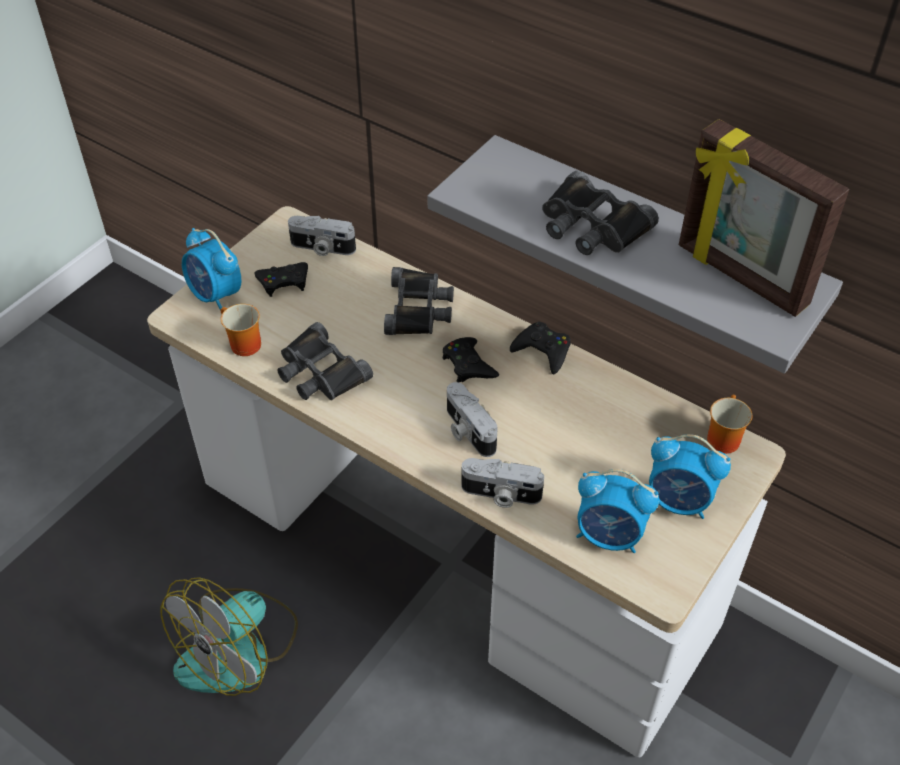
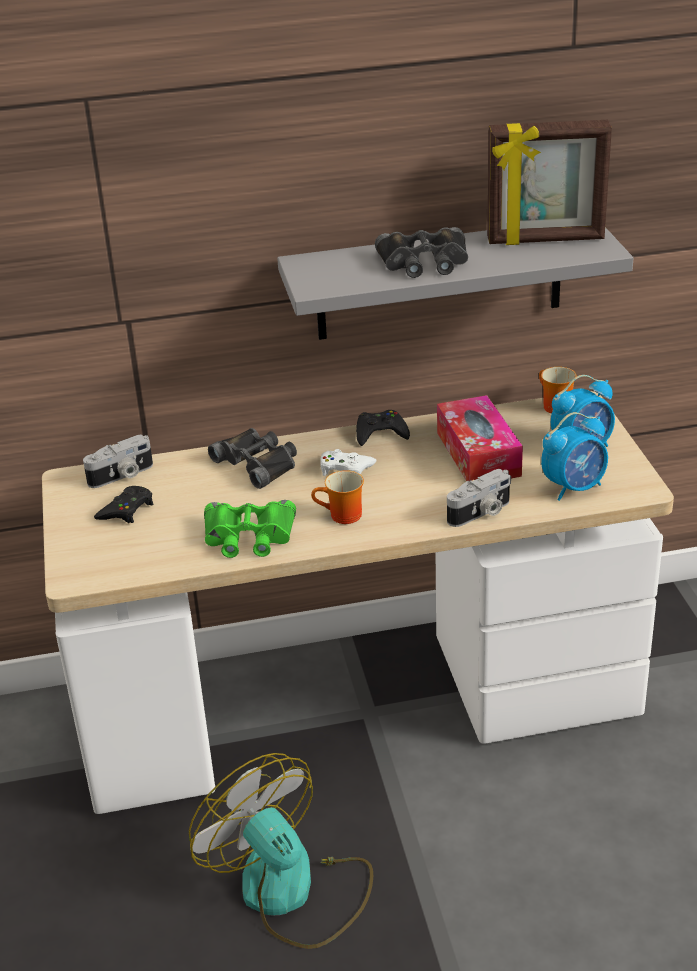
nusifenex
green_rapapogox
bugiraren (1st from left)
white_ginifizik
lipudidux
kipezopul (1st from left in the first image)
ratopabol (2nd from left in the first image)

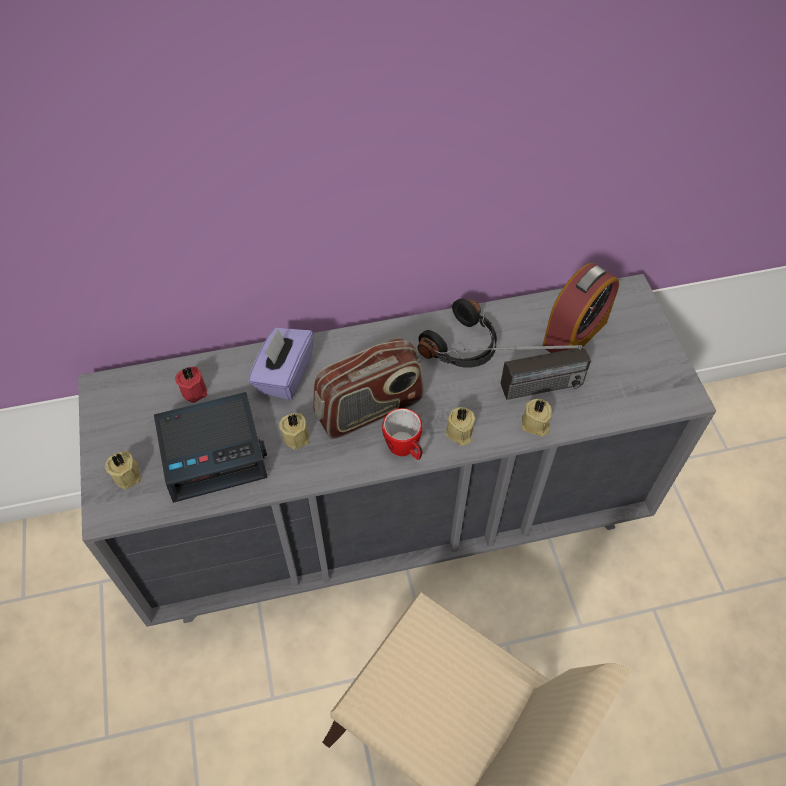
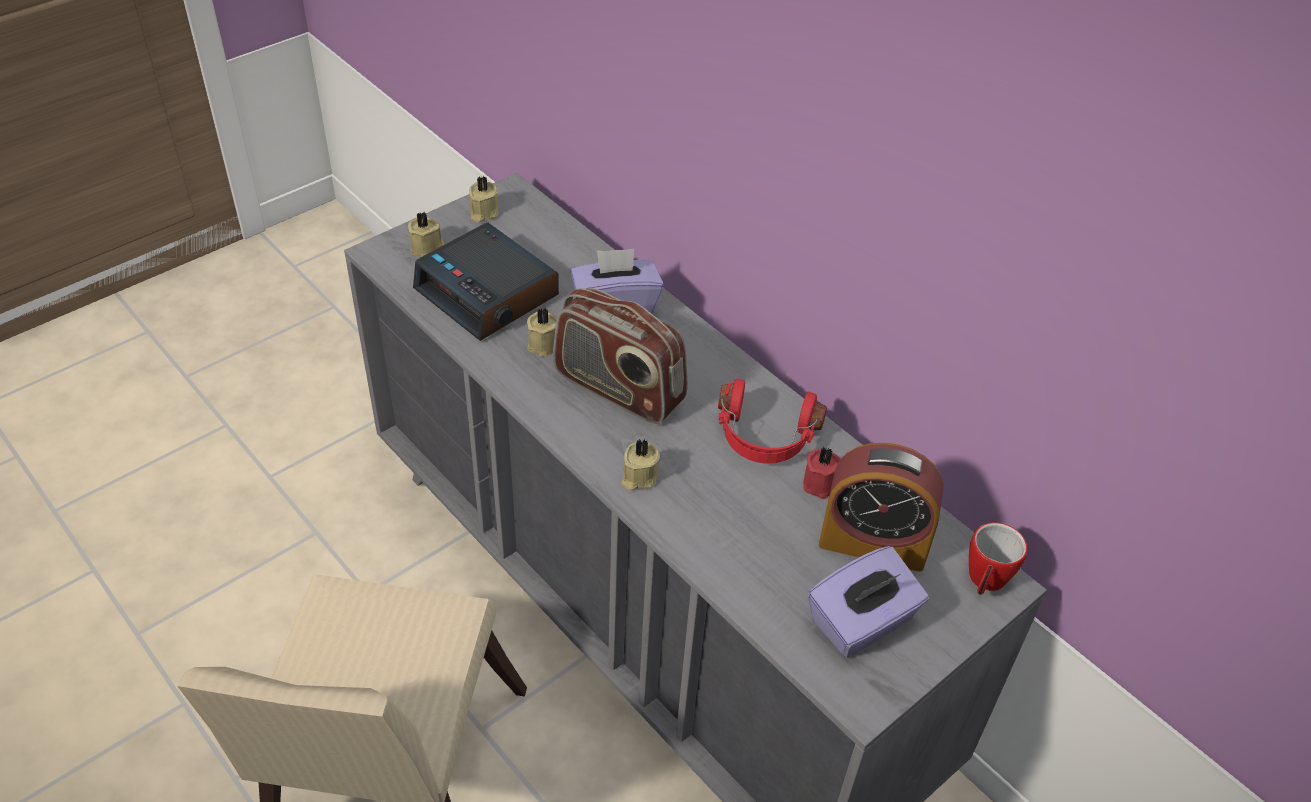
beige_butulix (2nd from left)
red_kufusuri
red_butulix
purple_lipudidux (2nd from left)
bugiraren
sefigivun (2nd from left in the first image)

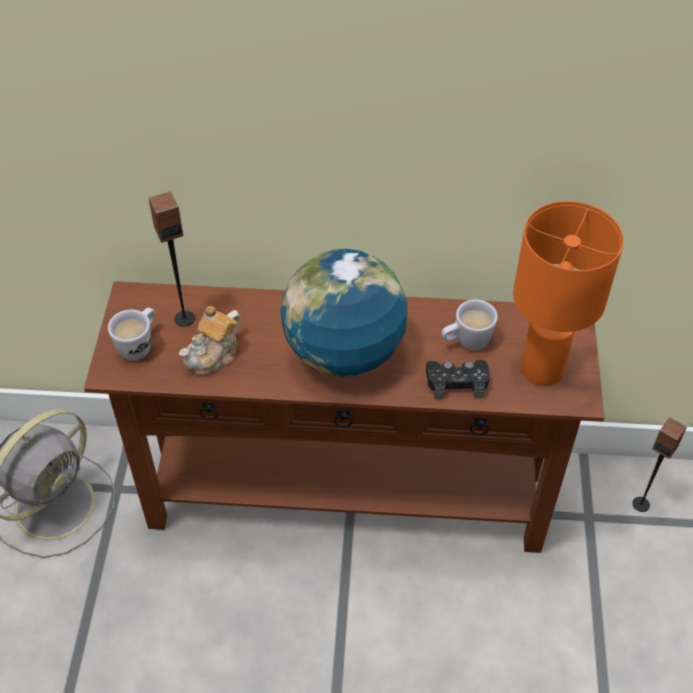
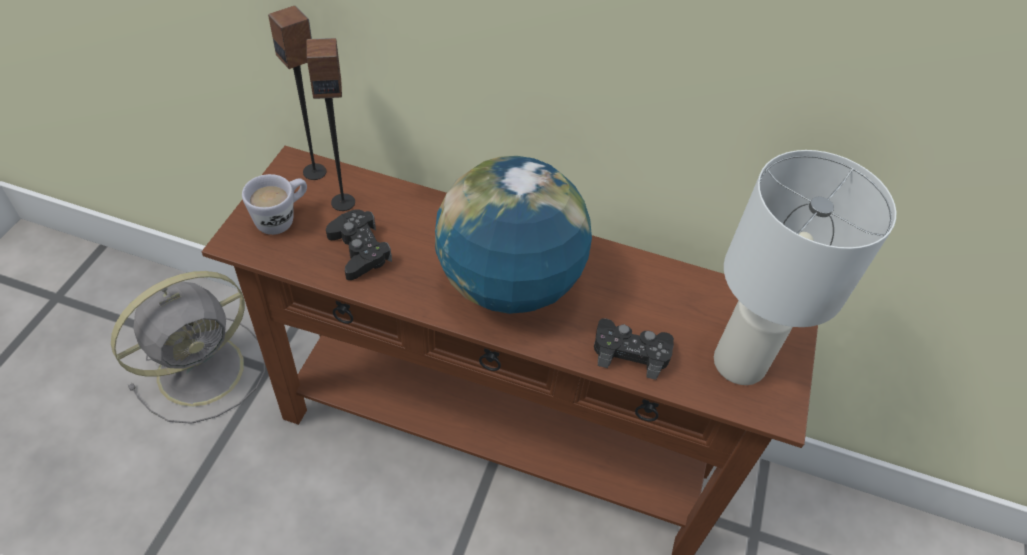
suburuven (1st from left)
black_ginifizik (1st from left)
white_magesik
white_bugiraren (2nd from left in the first image)

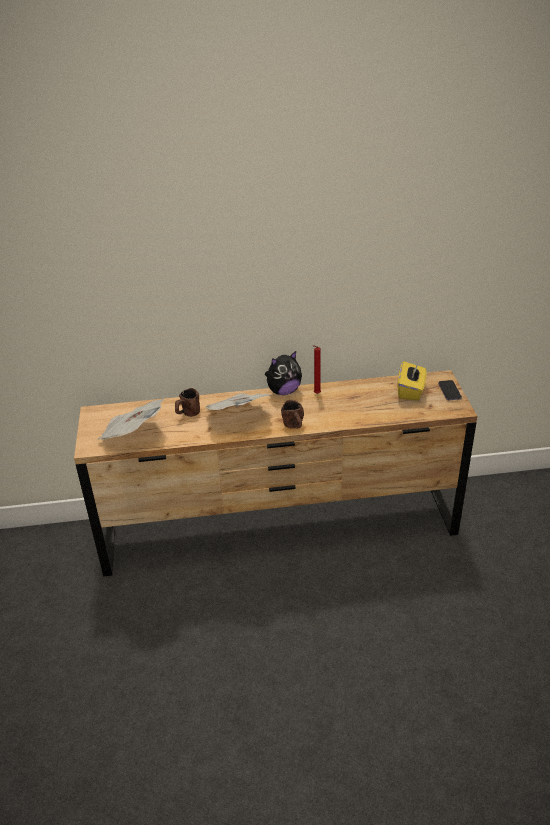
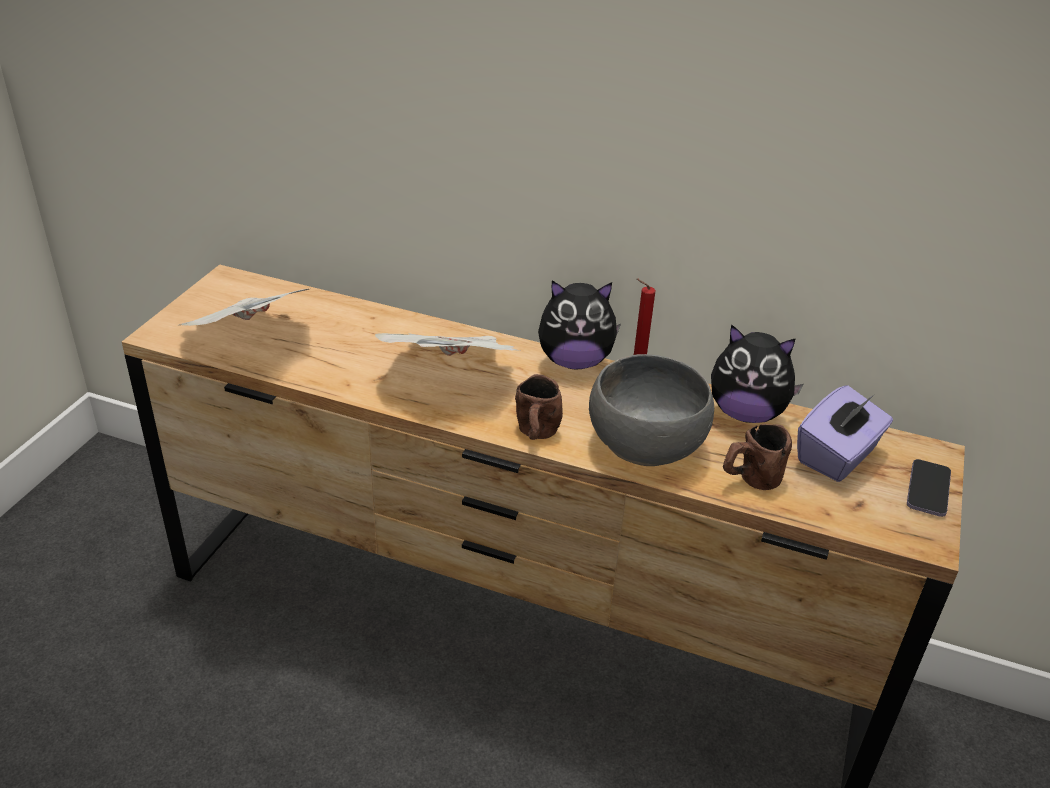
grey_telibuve
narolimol (2nd from left)
brown_bugiraren (2nd from left)
purple_lipudidux

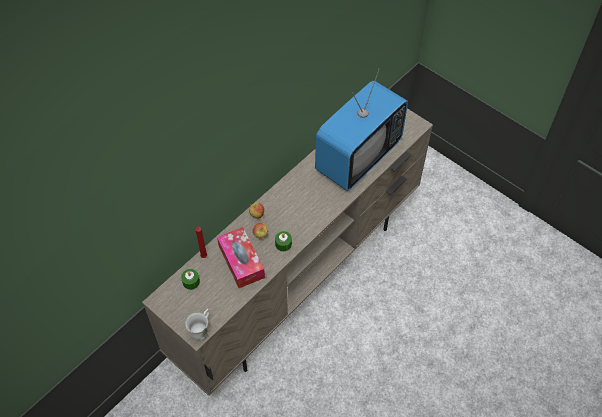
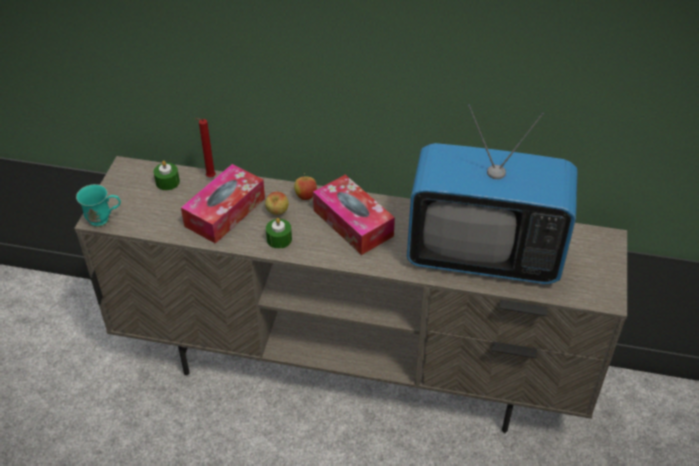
turquoise_bugiraren
lipudidux (2nd from left)

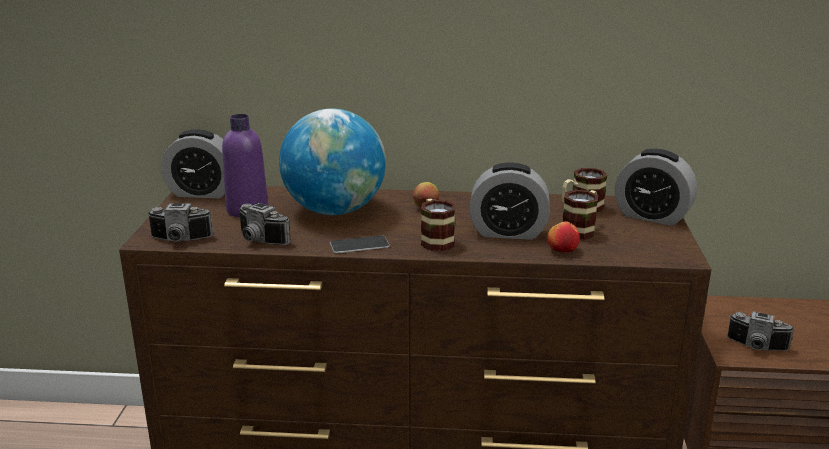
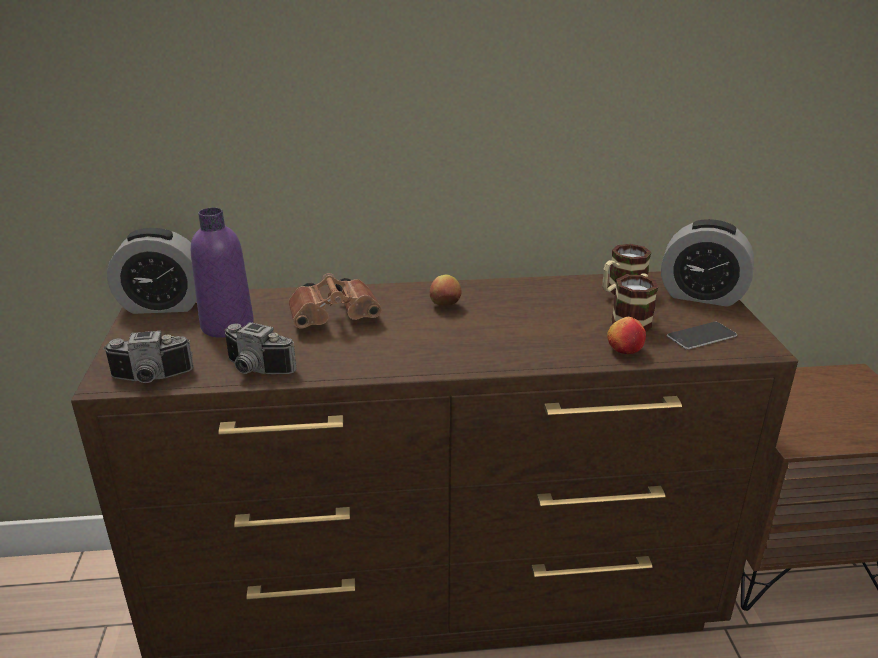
brown_rapapogox
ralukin
bugiraren (1st from left in the first image)
kipezopul (2nd from left in the first image)
ratopabol (3rd from left in the first image)

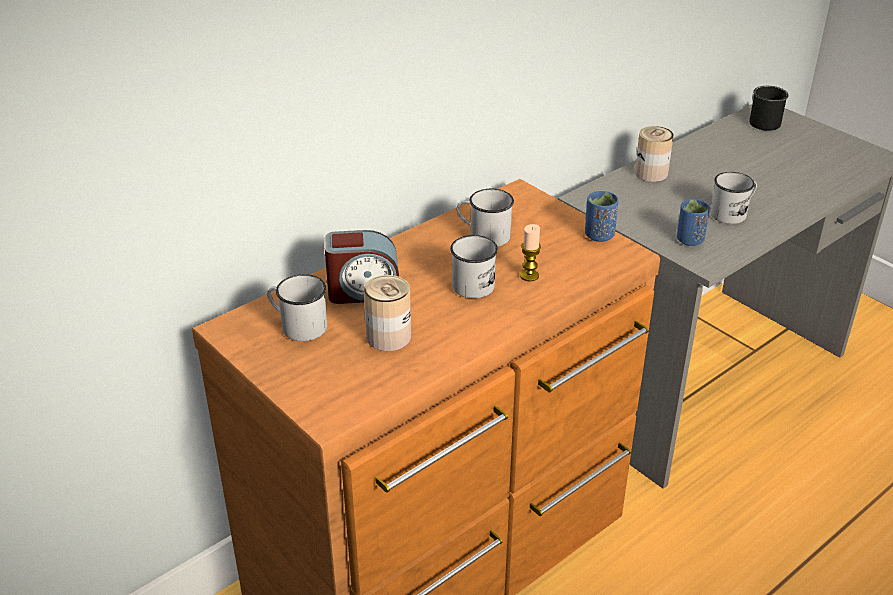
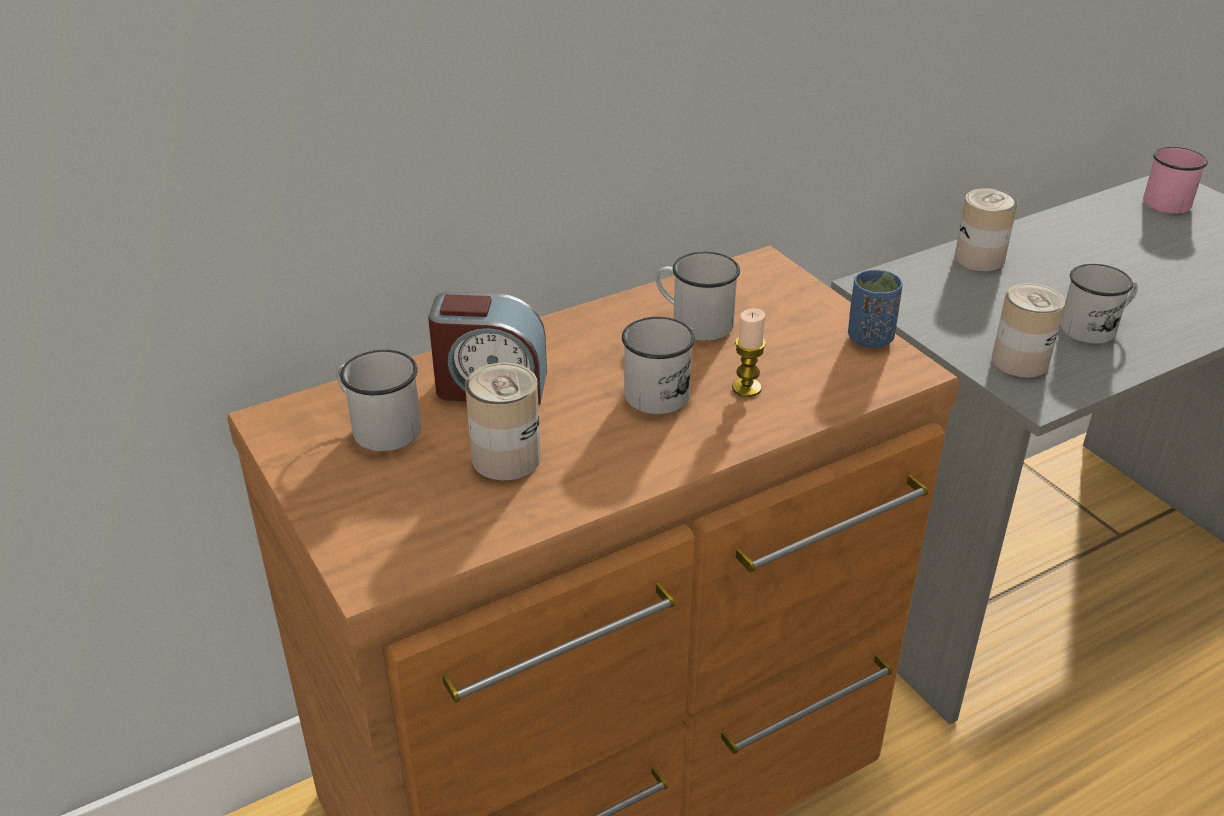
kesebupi (3rd from left)
pink_bugiraren

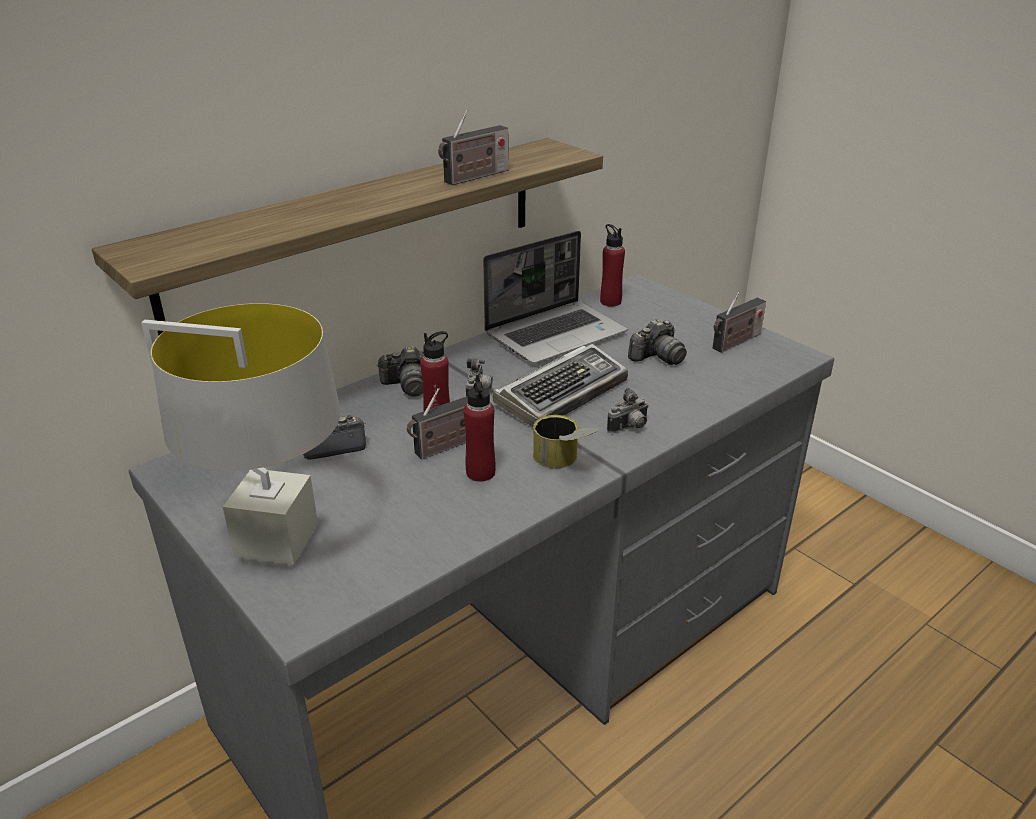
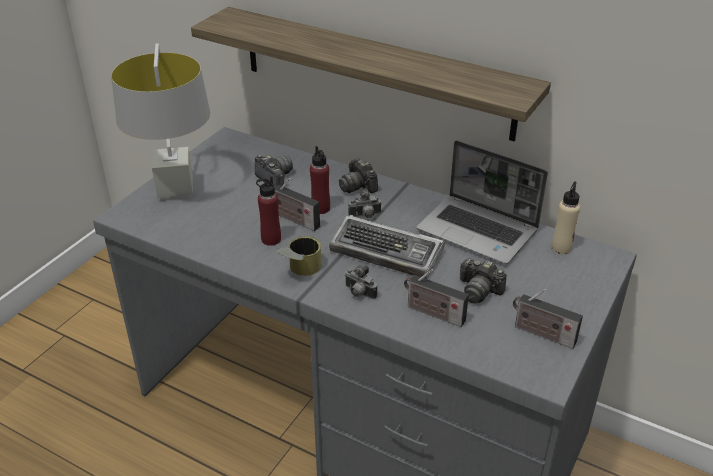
sefigivun (2nd from left)
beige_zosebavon

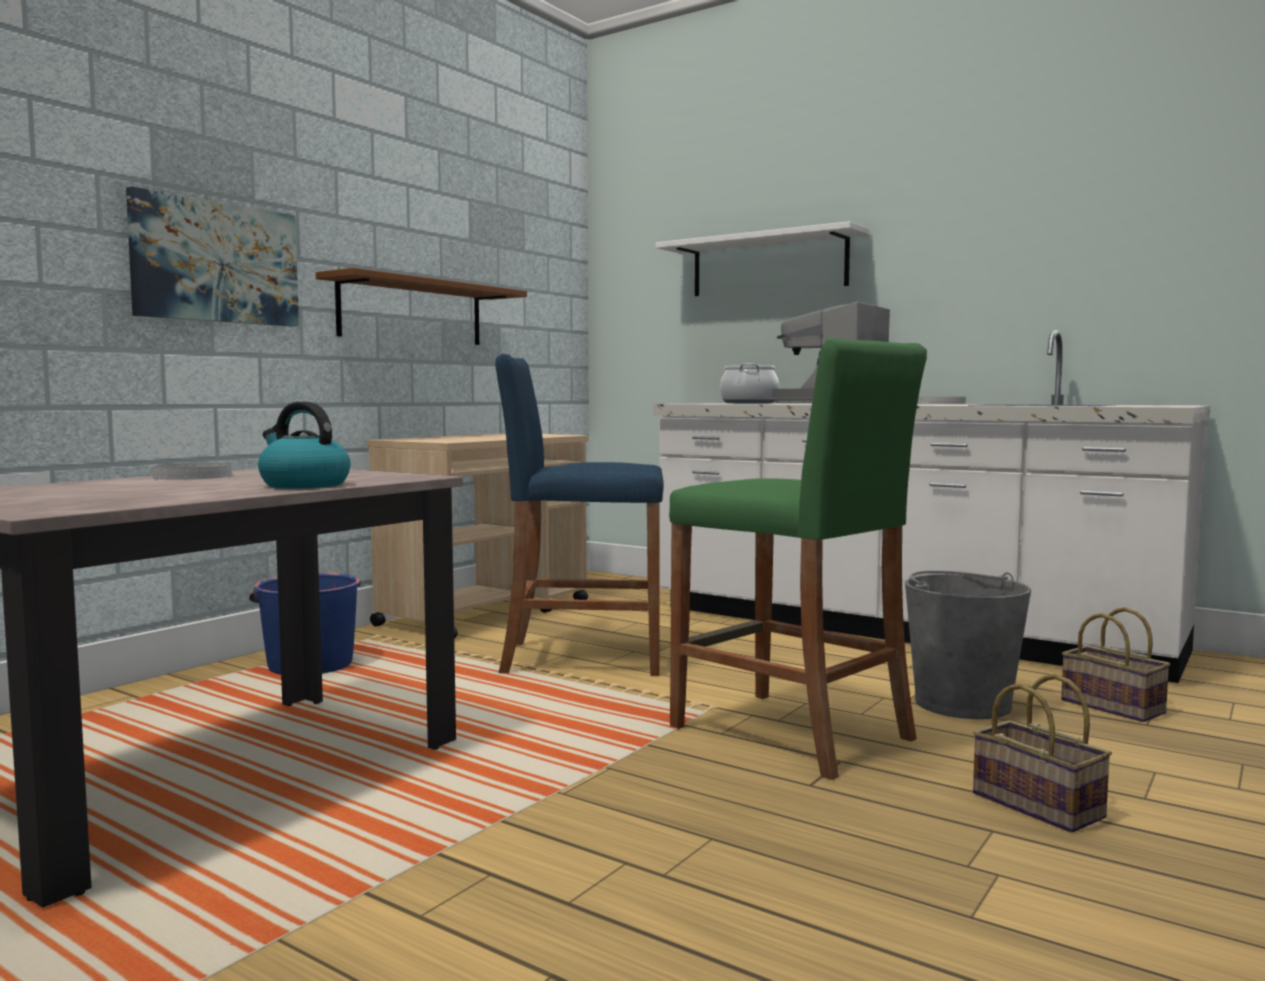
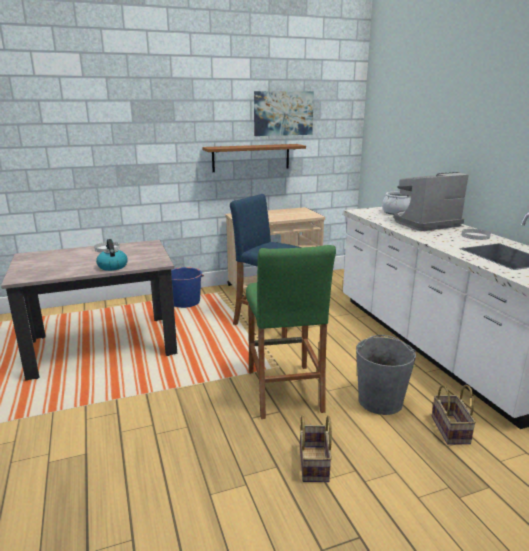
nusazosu
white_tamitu

